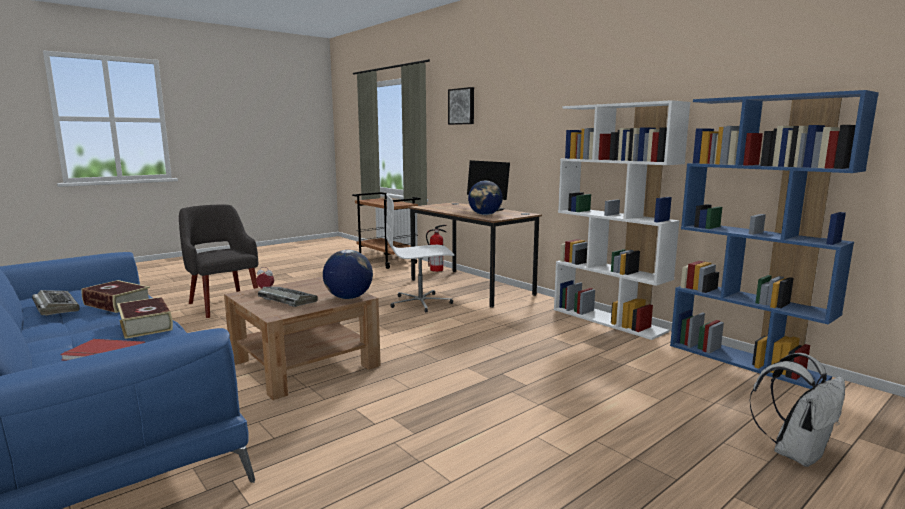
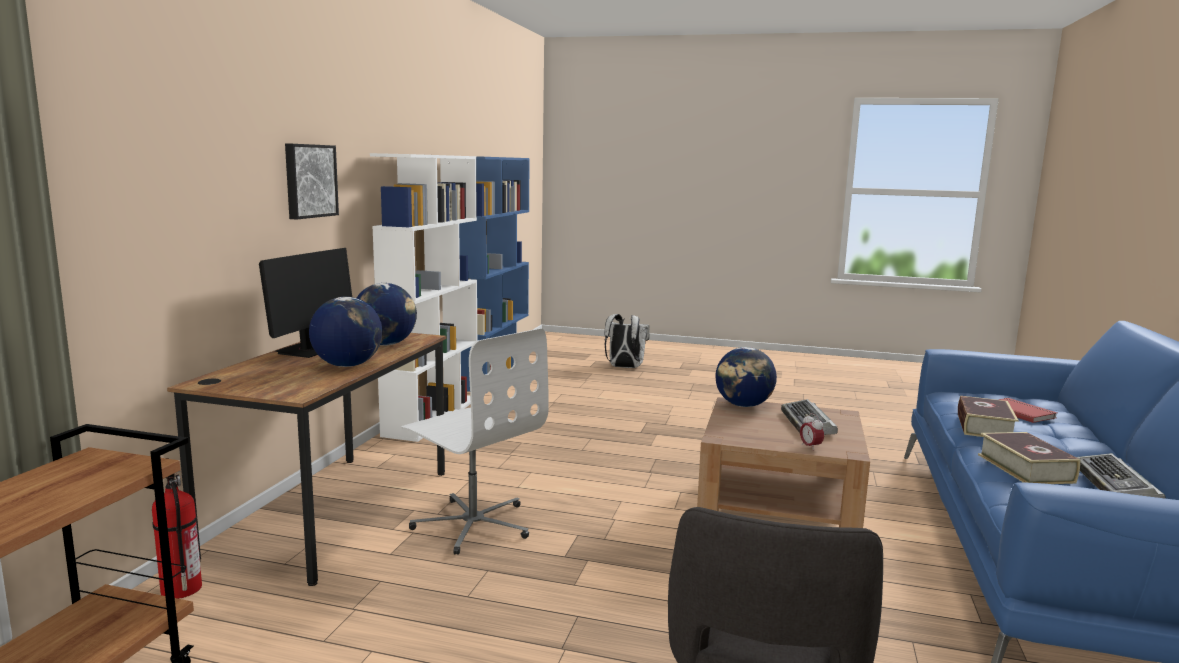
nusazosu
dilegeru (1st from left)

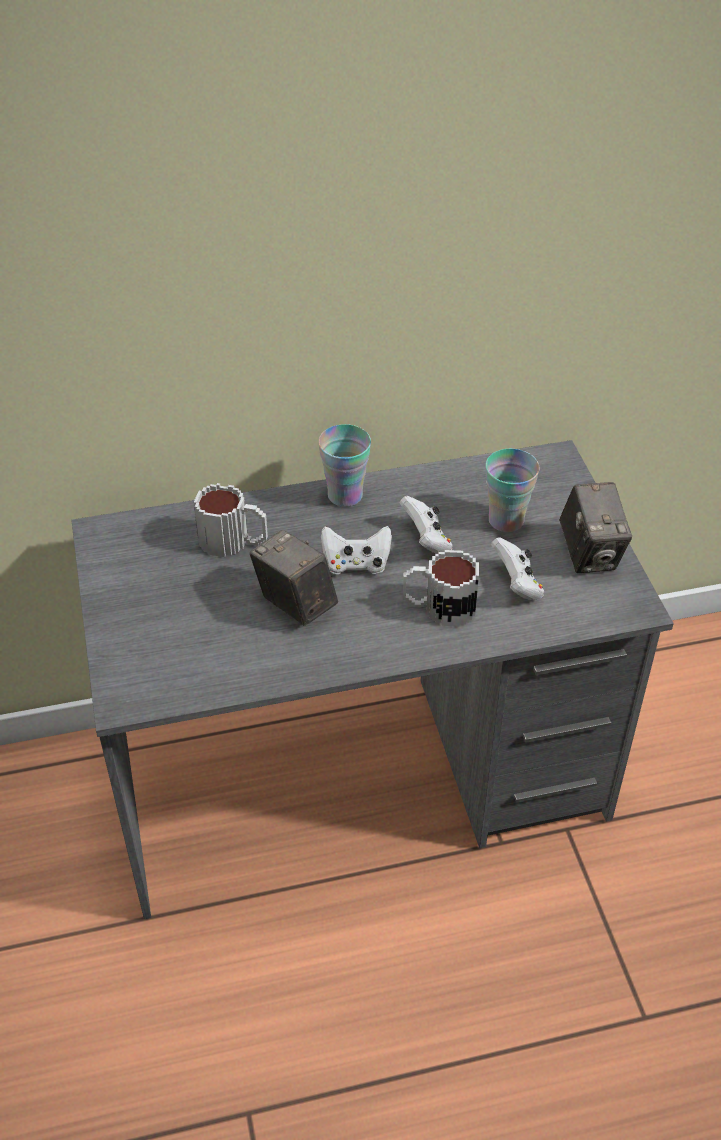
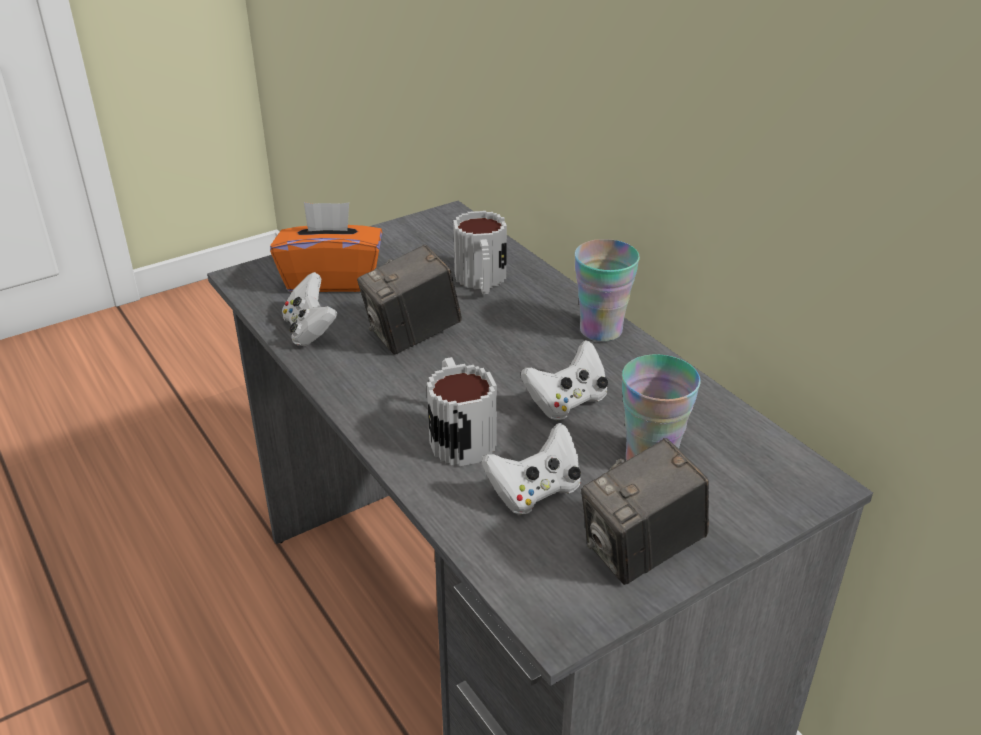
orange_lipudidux
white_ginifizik (1st from left)
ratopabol (1st from left)

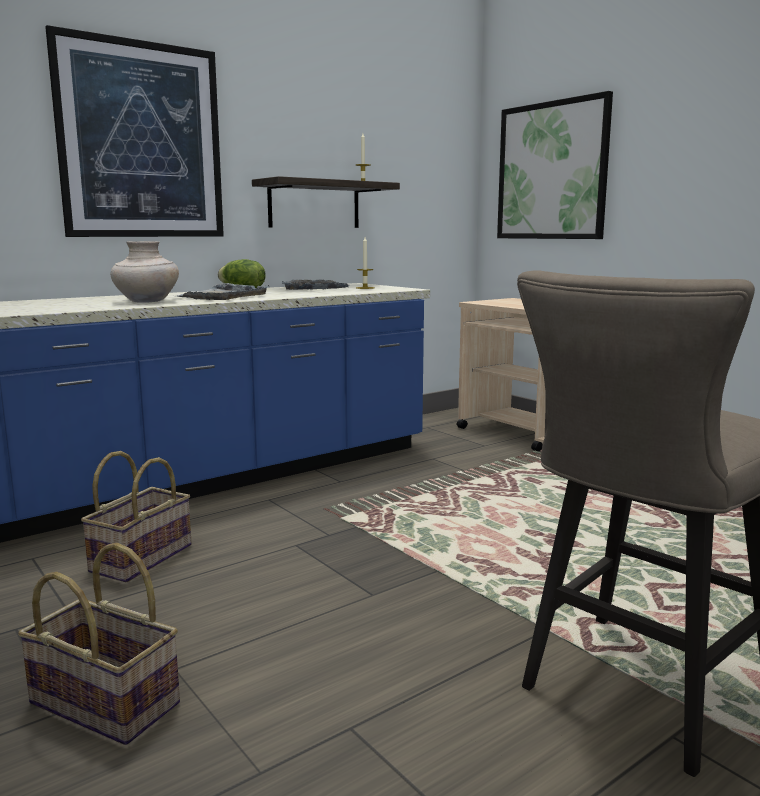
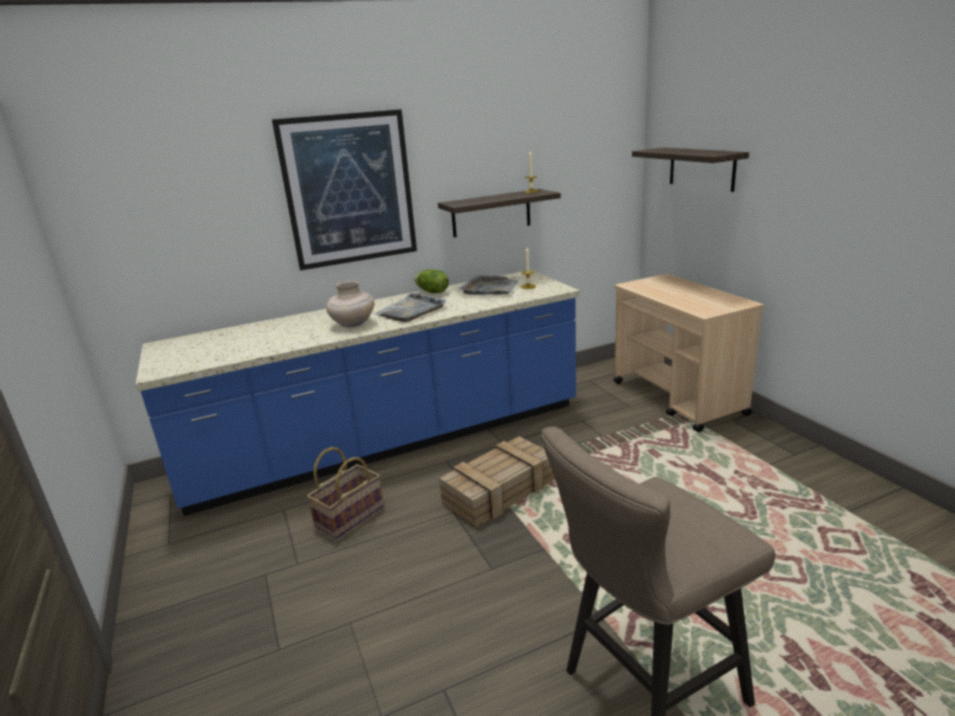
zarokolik
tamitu (2nd from left)
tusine (1st from left in the first image)

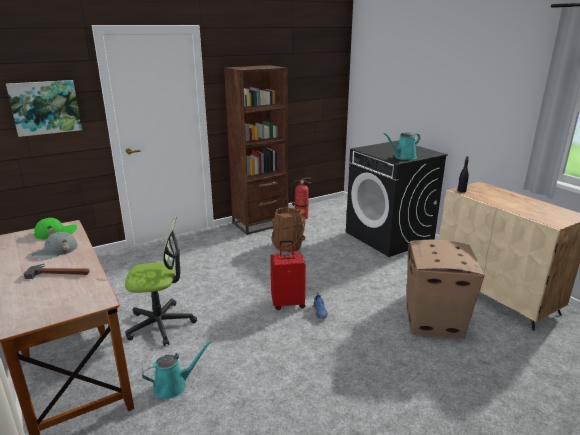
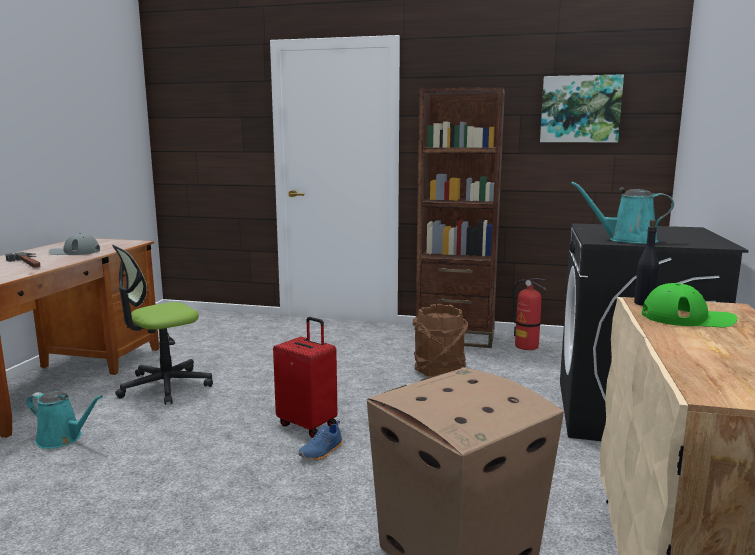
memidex
nusazosu
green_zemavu

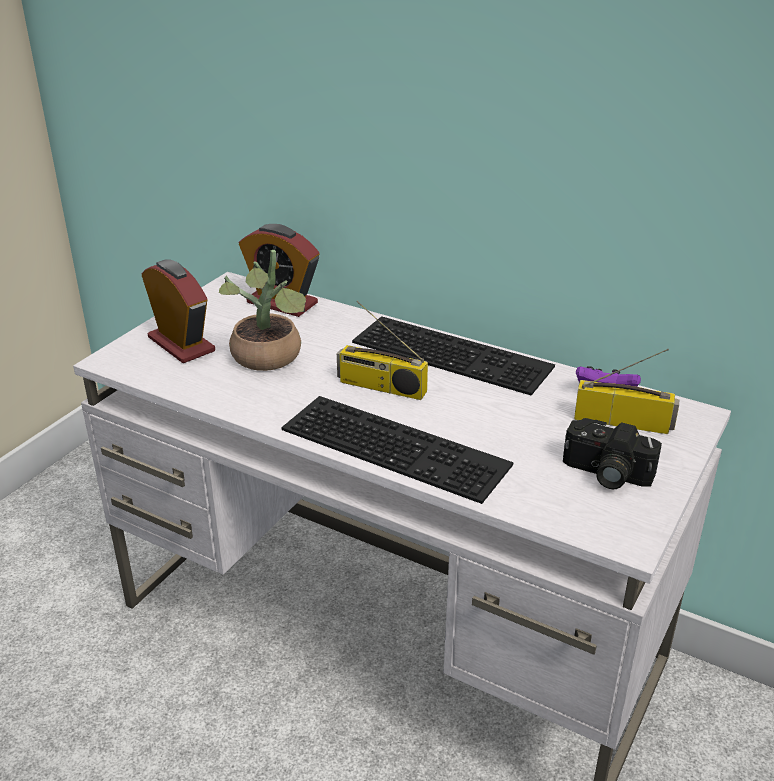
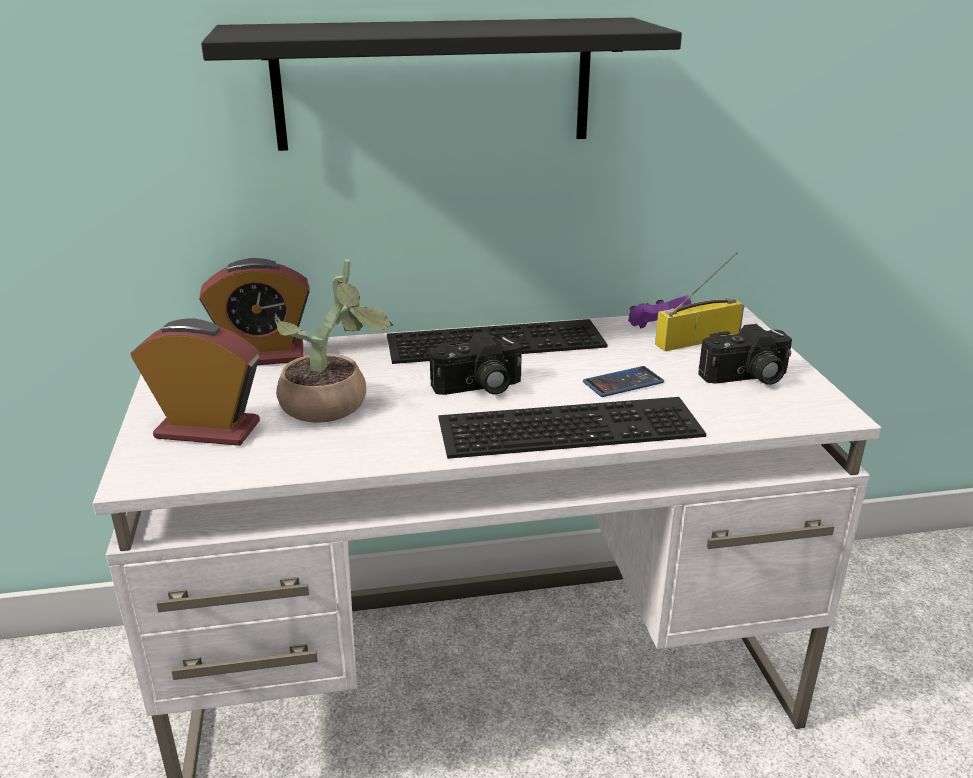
black_tamitu
ratopabol (1st from left)
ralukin

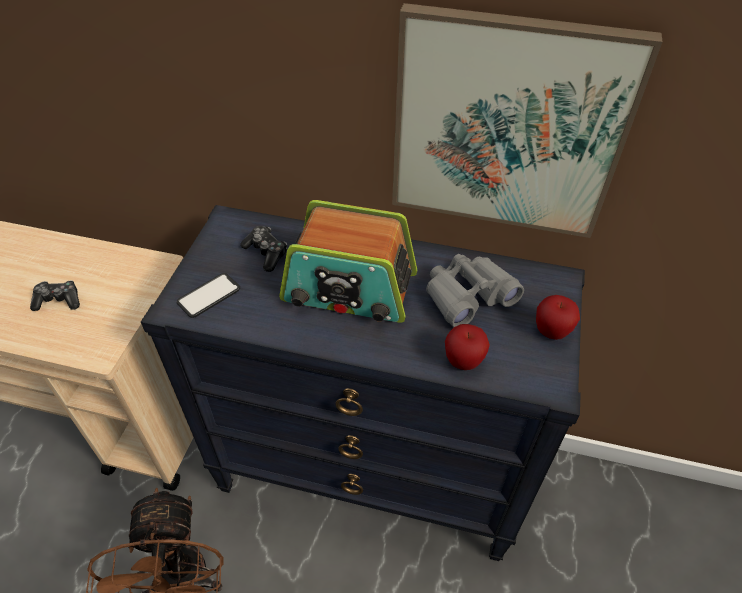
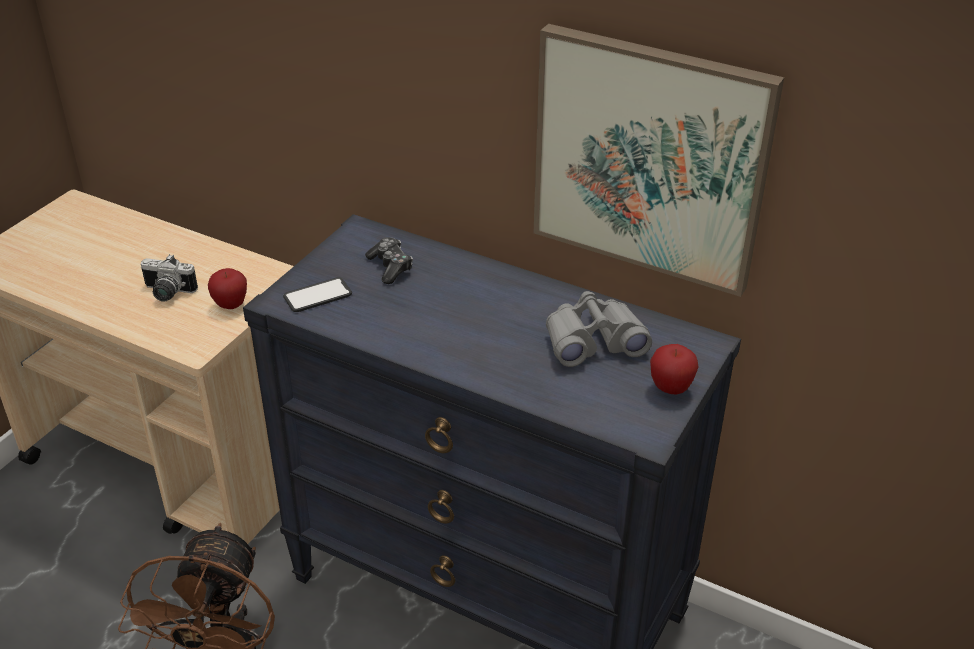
ratopabol
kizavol (1st from left)
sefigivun

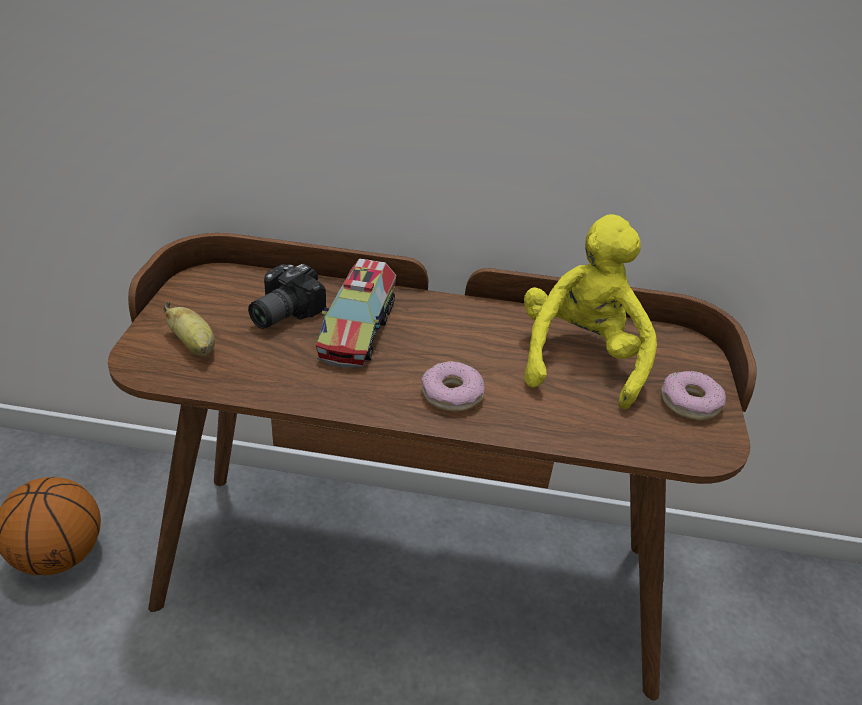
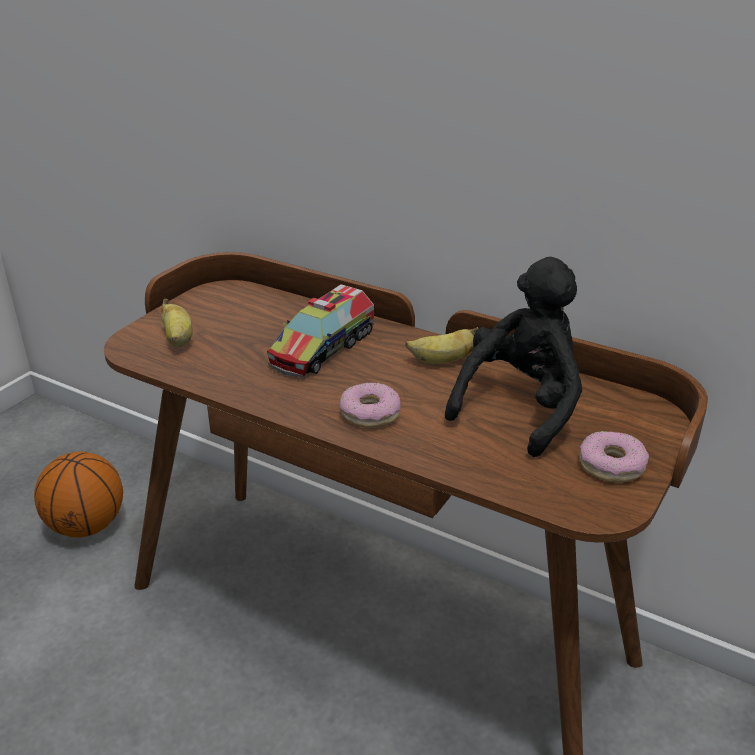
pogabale (2nd from left)
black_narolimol
ratopabol

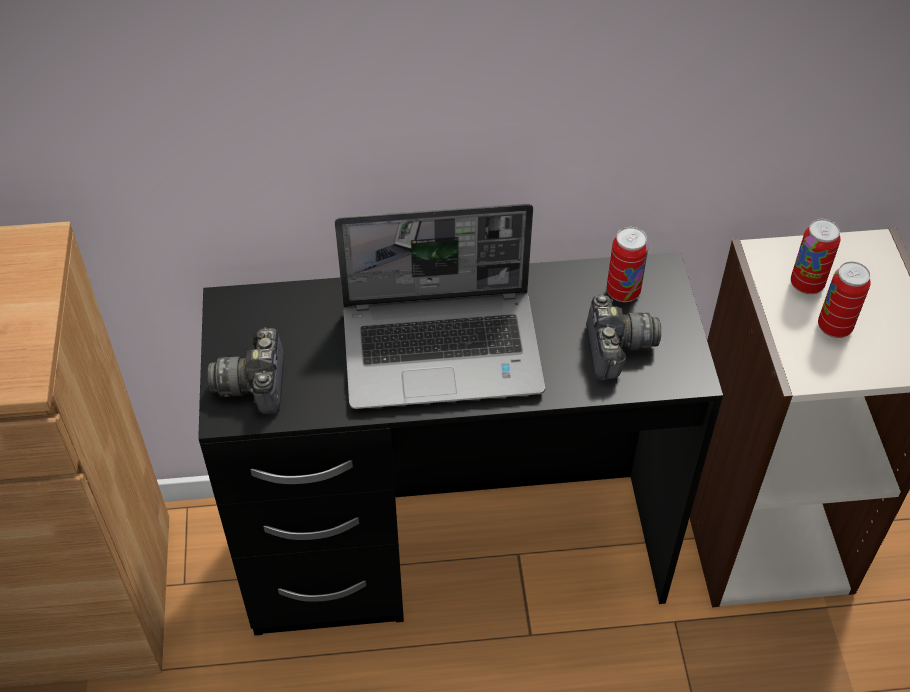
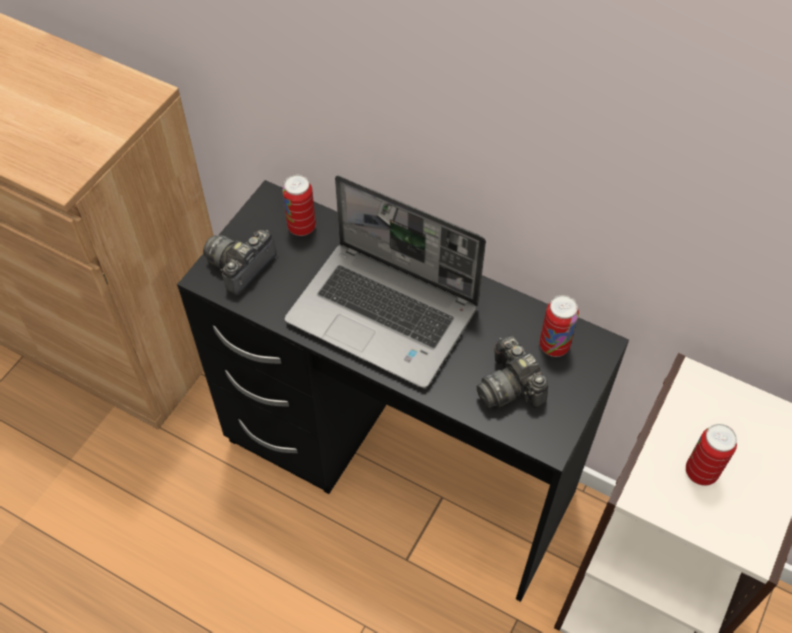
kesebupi (1st from left)
ratopabol (2nd from left)

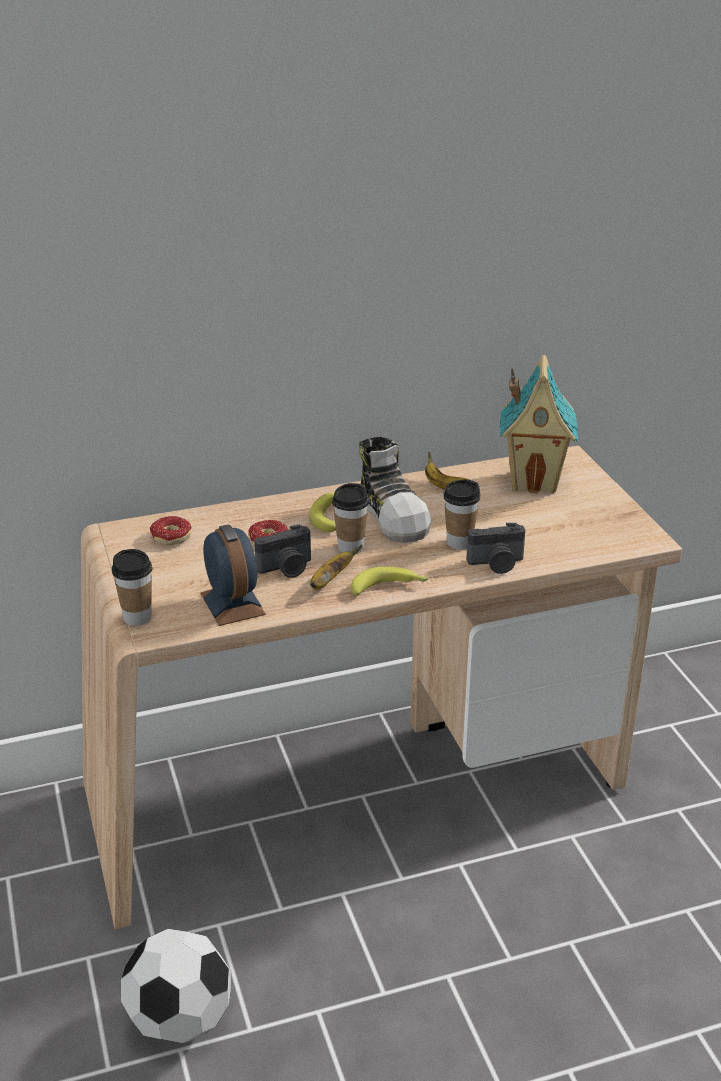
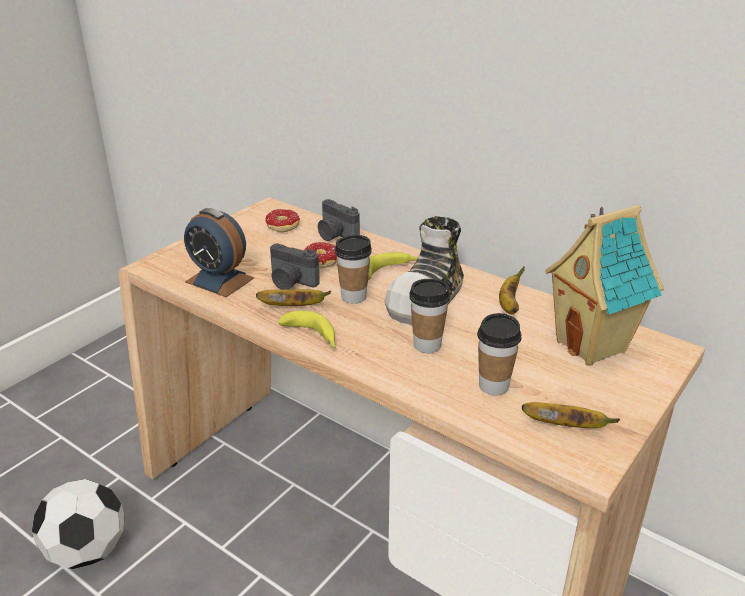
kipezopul
ratopabol (2nd from left)
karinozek (3rd from left)
pogabale (5th from left)

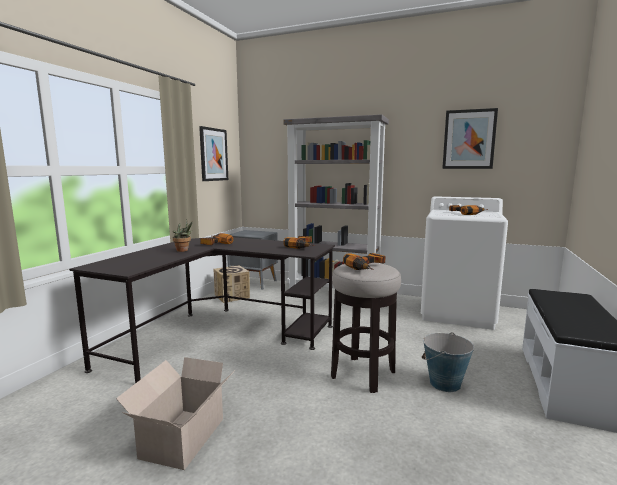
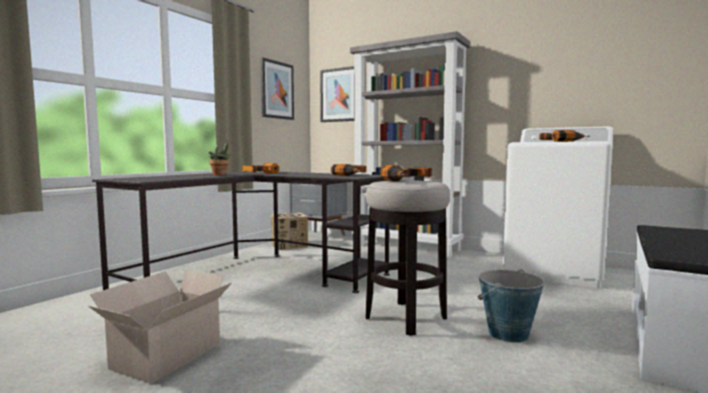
nusazosu (2nd from left)

